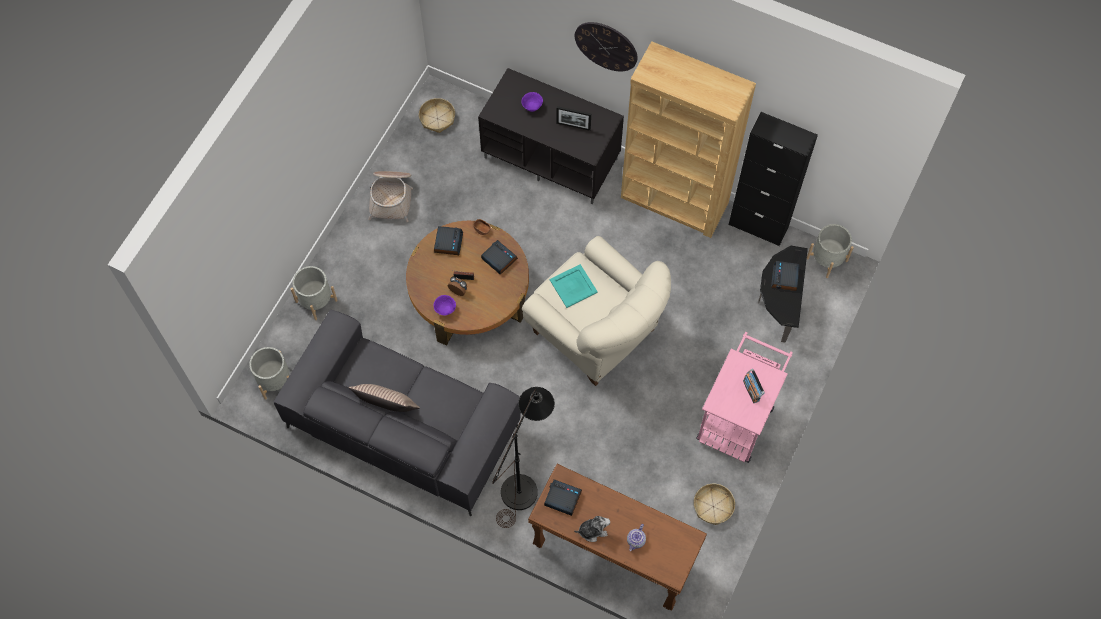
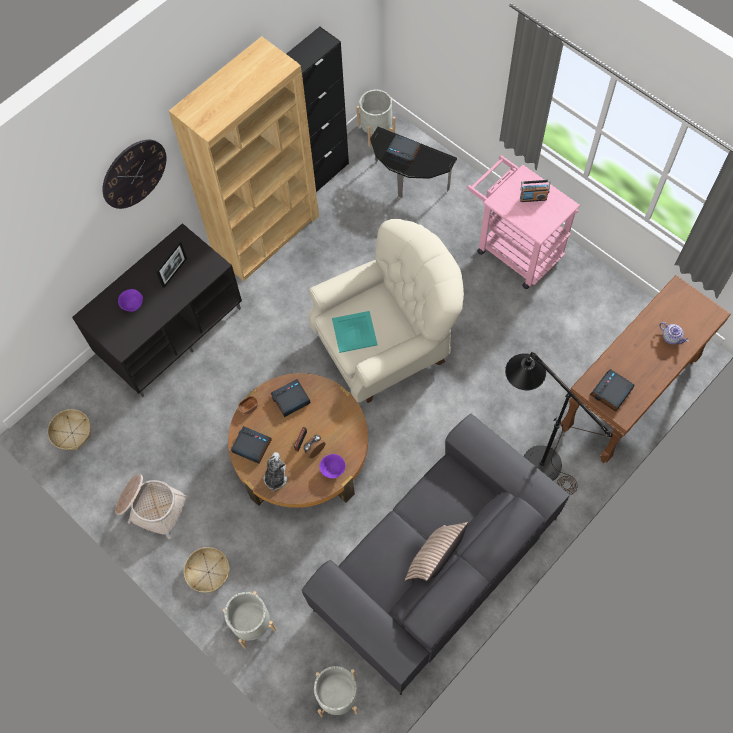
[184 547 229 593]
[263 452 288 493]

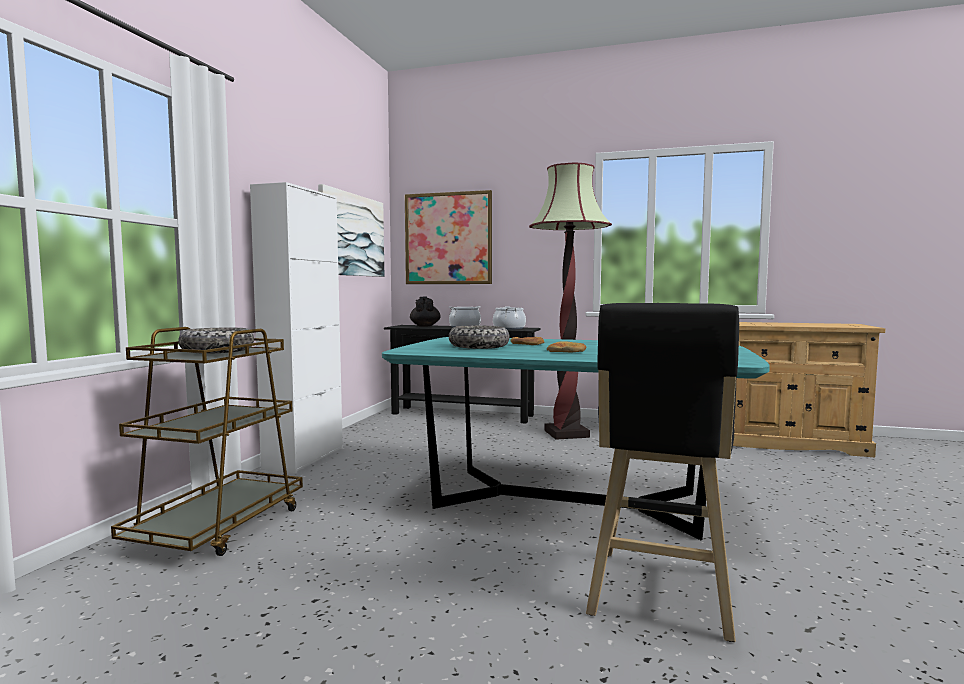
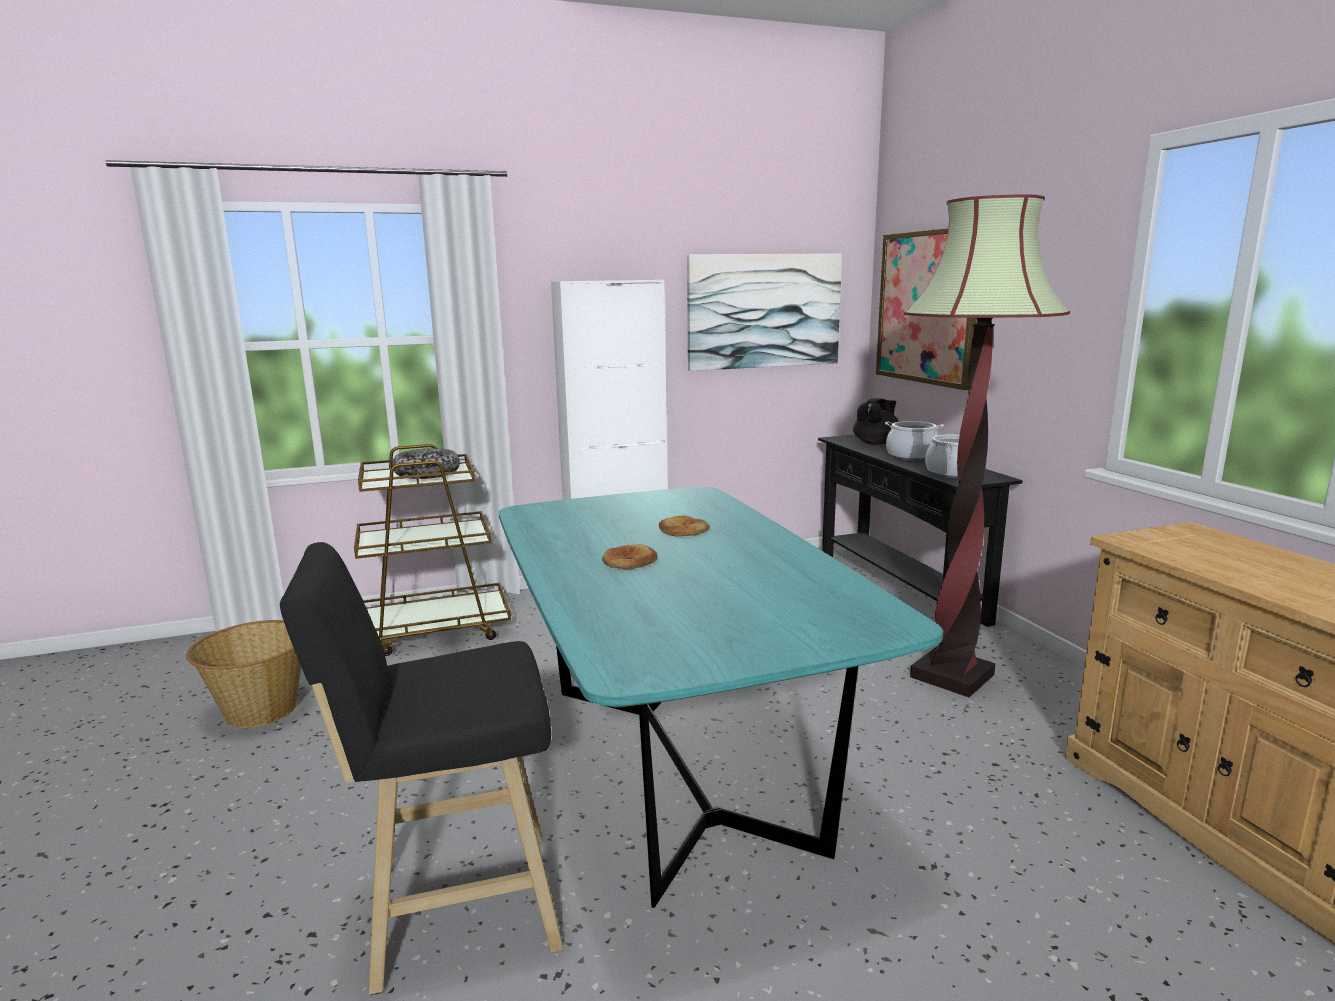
[449 325 510 349] (first image)
[186 620 301 728]

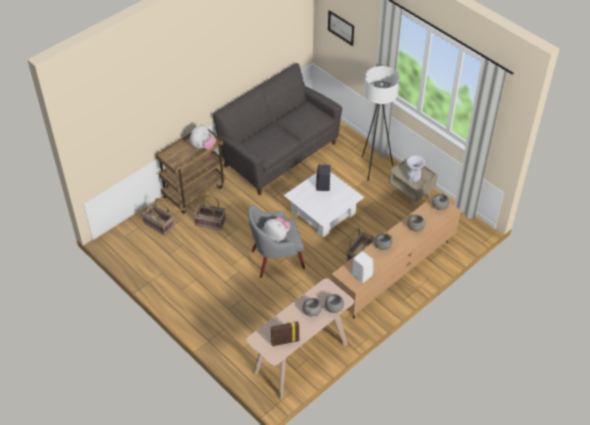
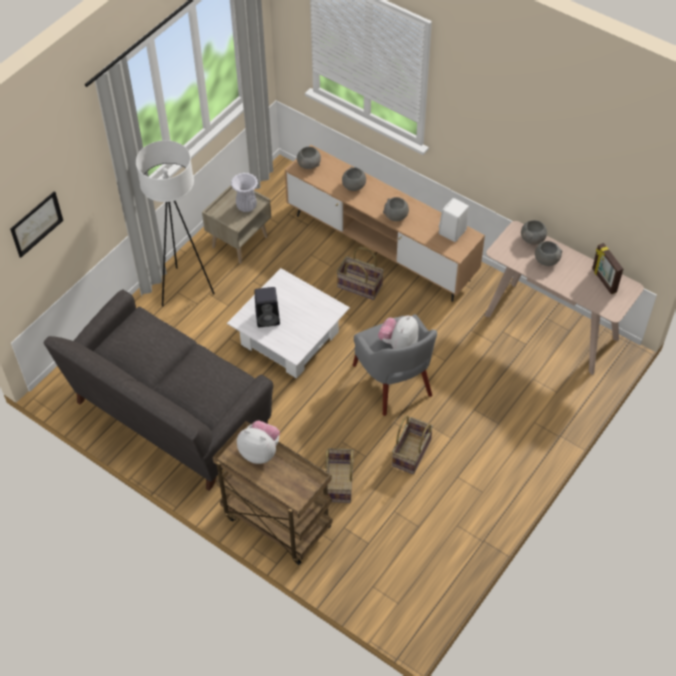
[392 415 433 474]

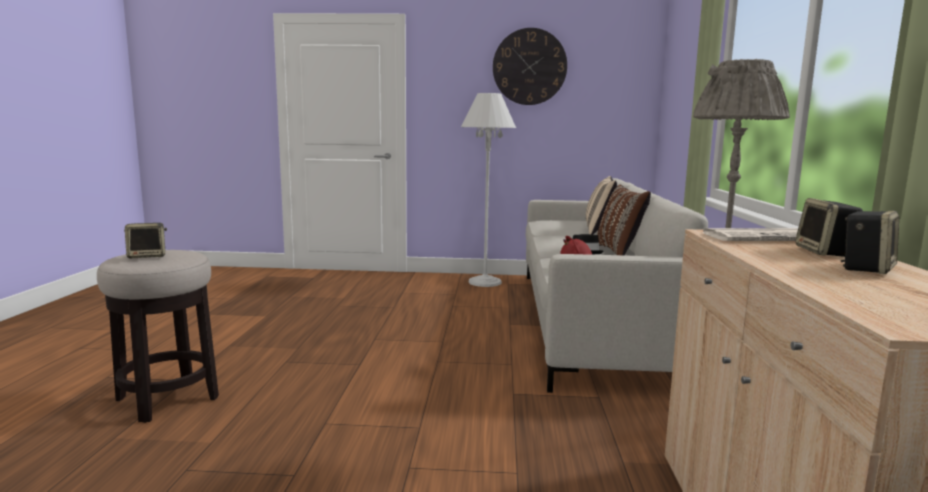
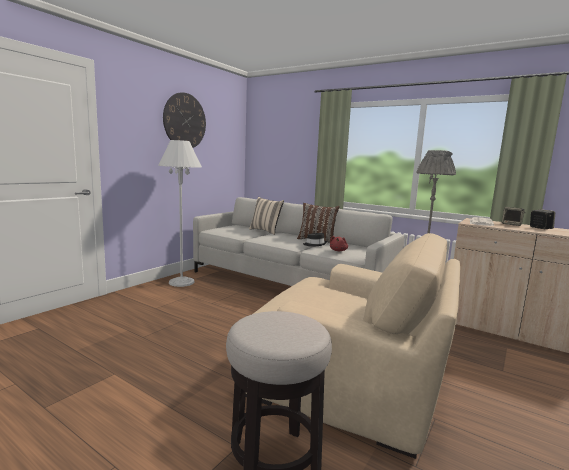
[124 223 167 258] (first image)
[246 233 460 459]

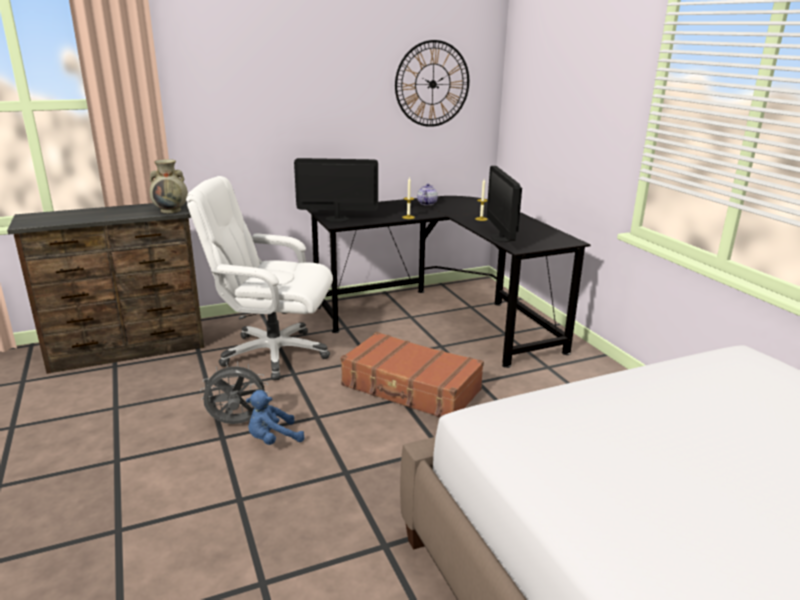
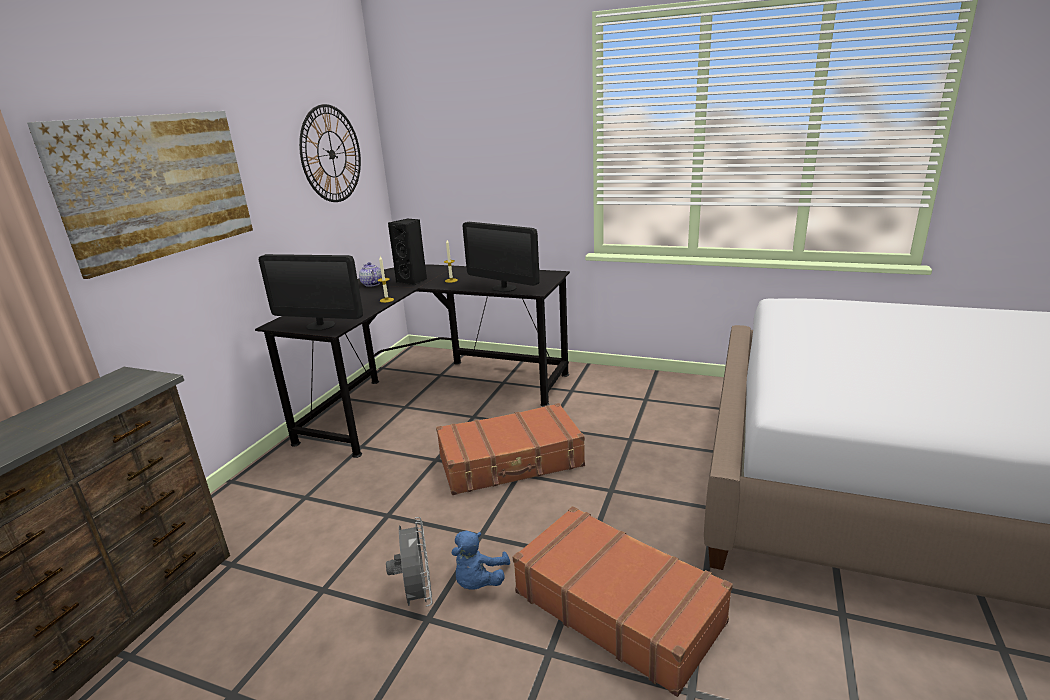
[259 254 363 331]
[149 159 188 213] (first image)
[186 176 333 380] (first image)
[386 517 433 607]
[27 111 253 279]
[388 219 427 285]
[513 506 733 697]

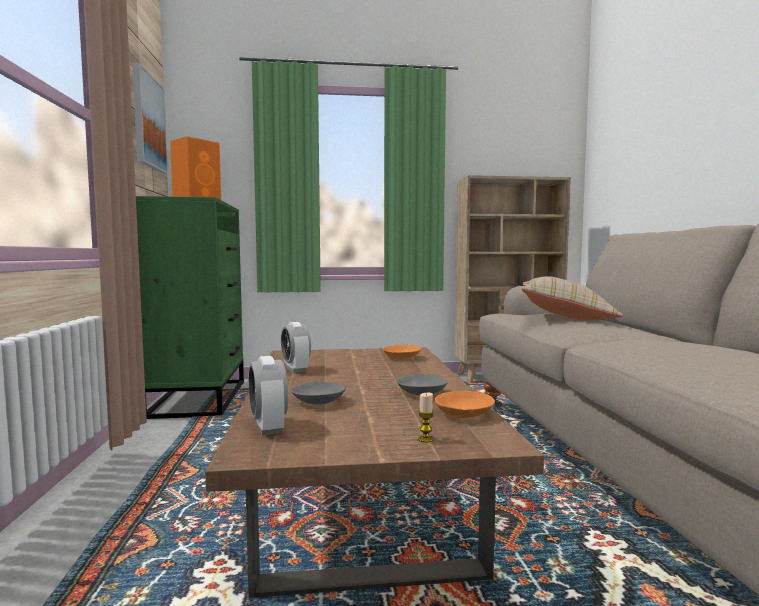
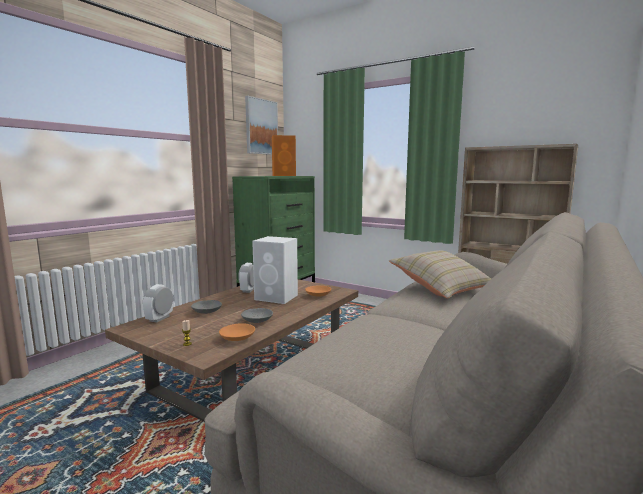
[252 236 298 304]

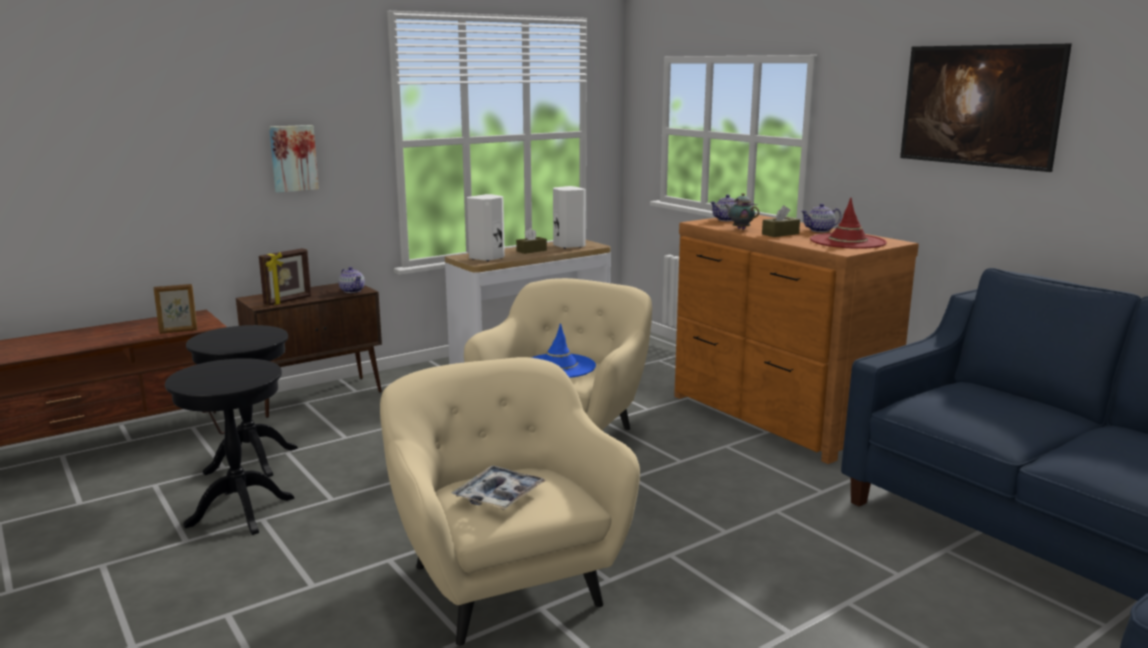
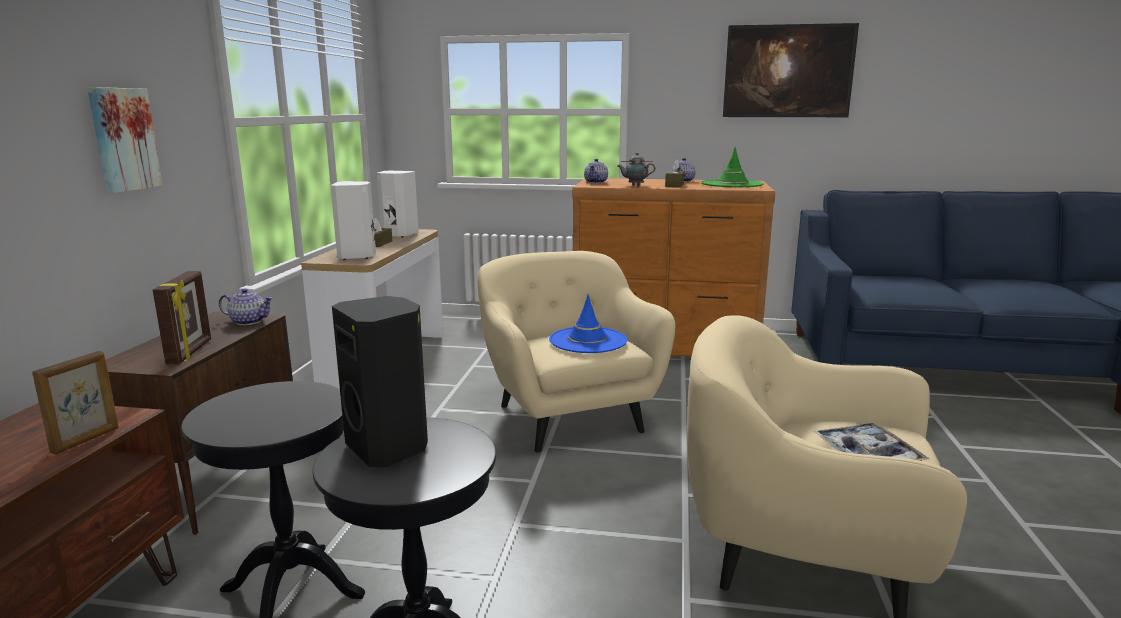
[701 146 764 187]
[332 296 428 468]

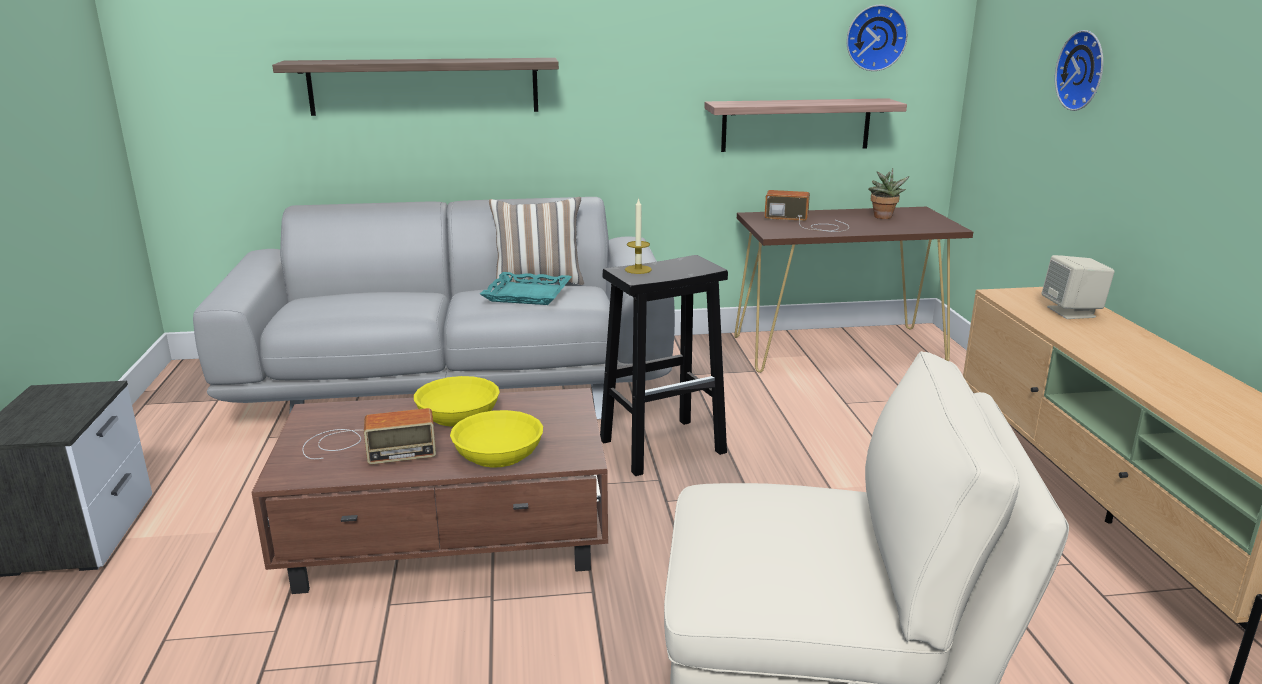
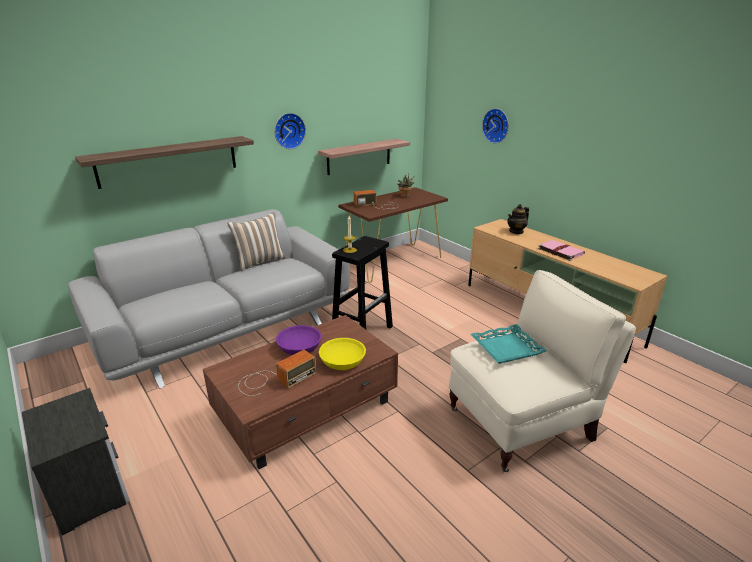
[274 113 306 149]
[507 204 529 234]
[471 324 547 364]
[276 325 321 355]
[538 240 585 261]

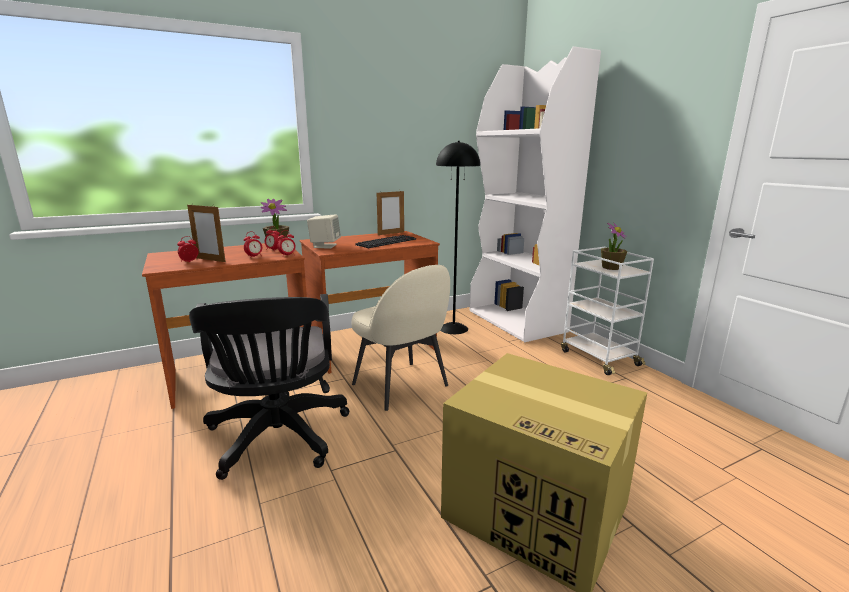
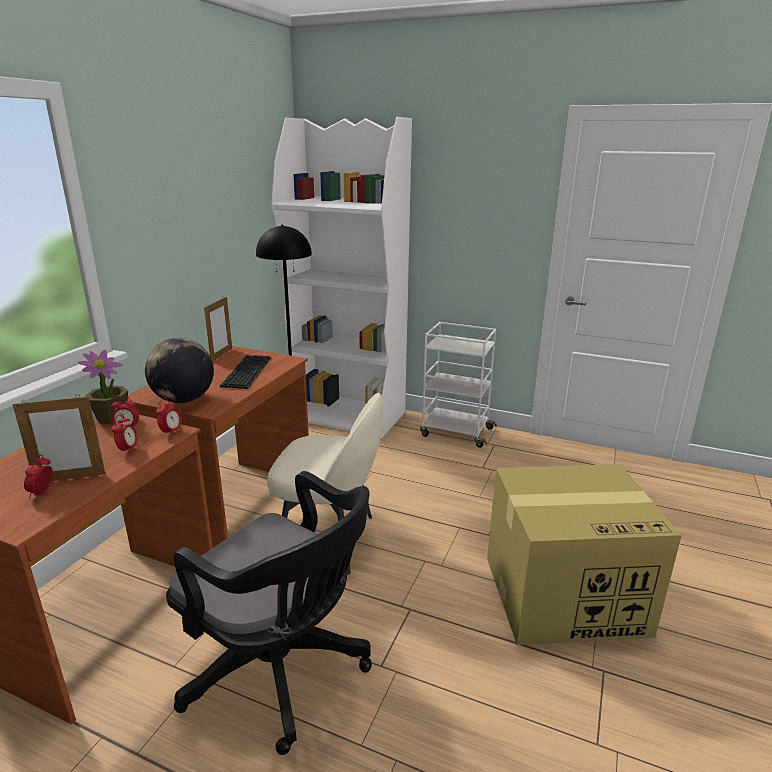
[145 338 214 403]
[601 223 627 270] (first image)

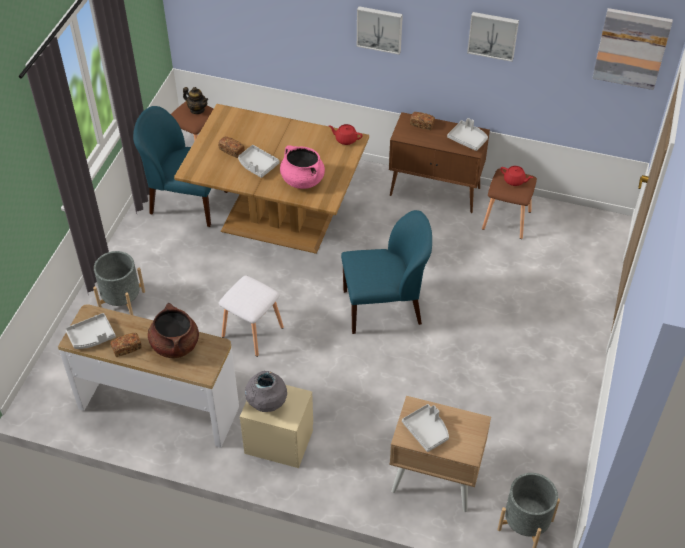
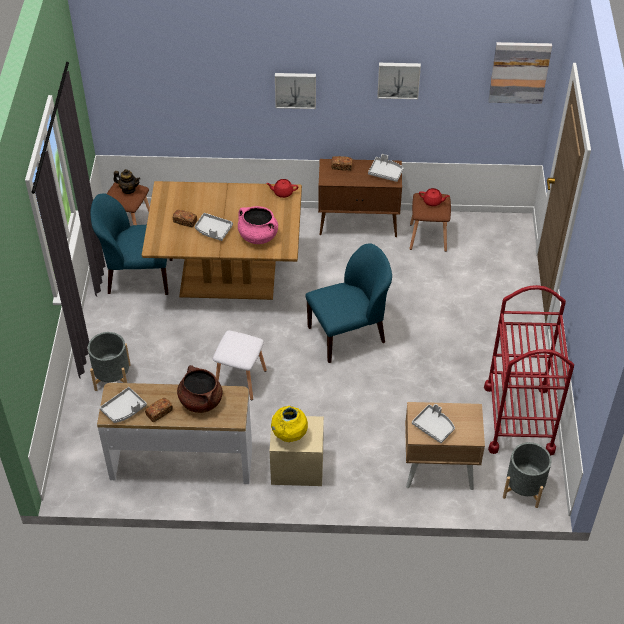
[271 406 308 442]
[484 285 574 455]

